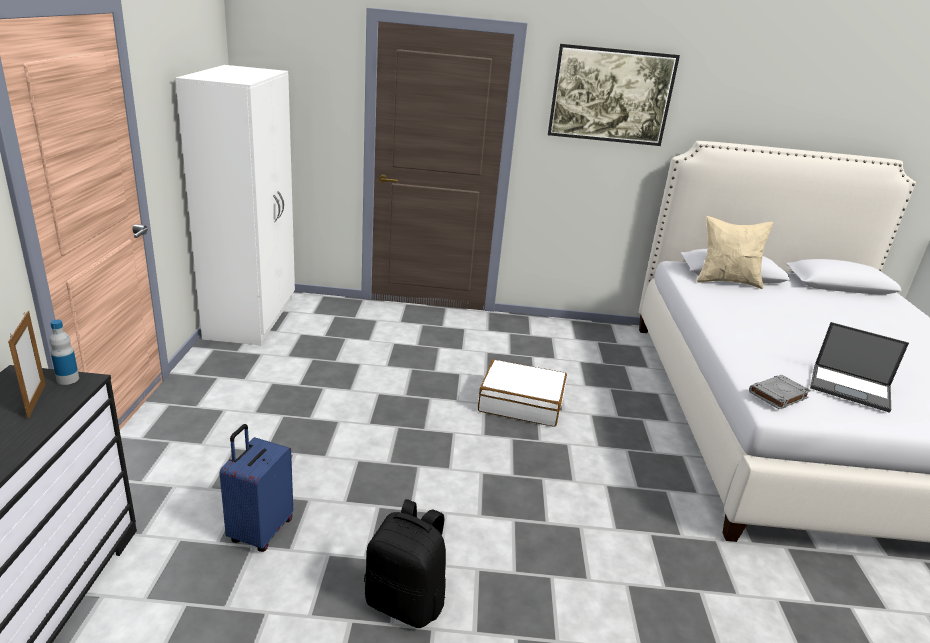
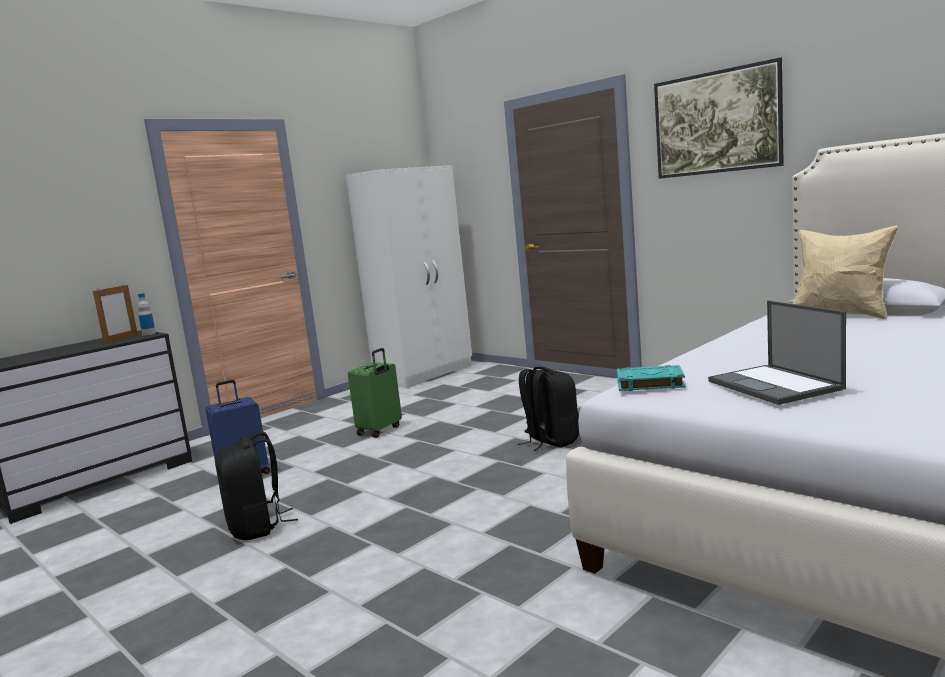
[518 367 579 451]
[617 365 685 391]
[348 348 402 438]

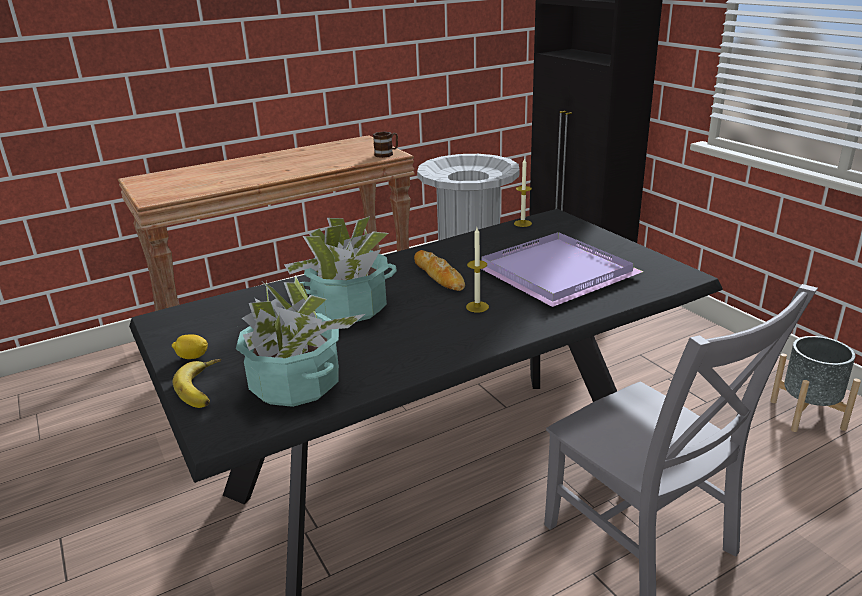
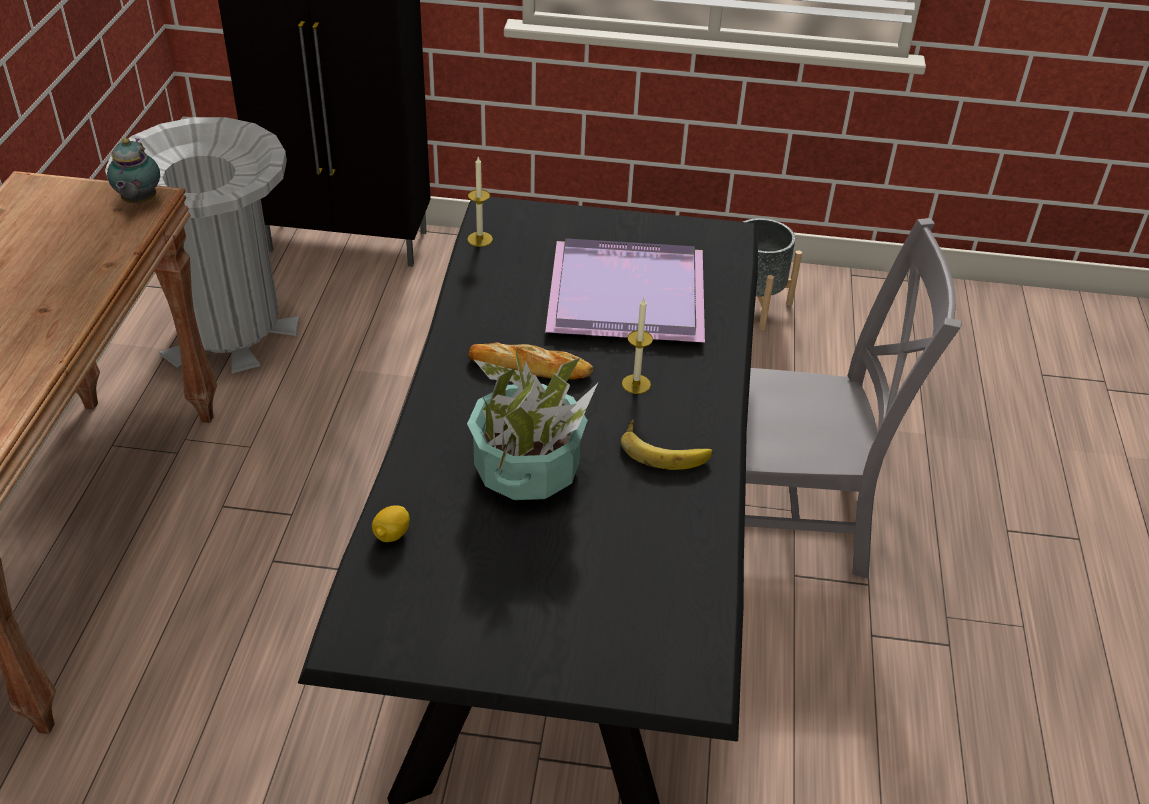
[107 138 160 204]
[236 275 365 407] (first image)
[372 505 410 542]
[621 419 713 470]

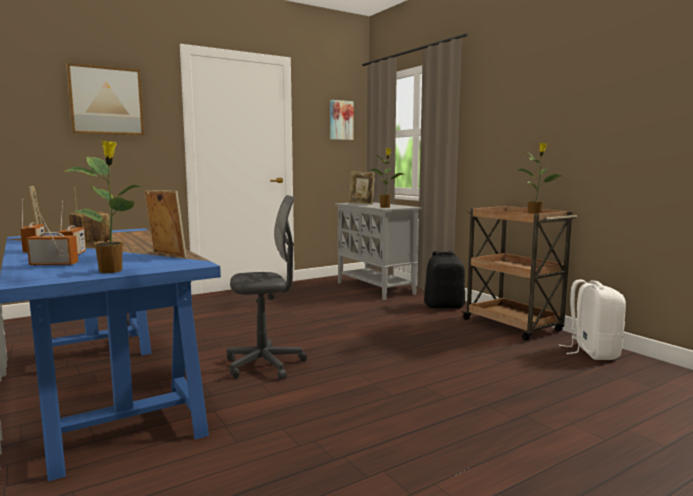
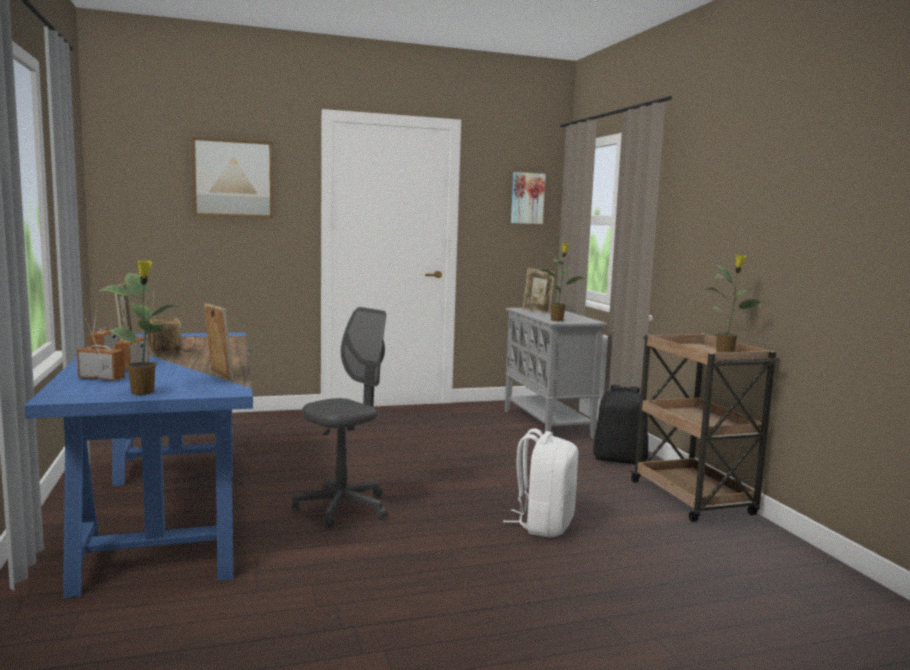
[292 307 387 528]
[503 428 578 537]

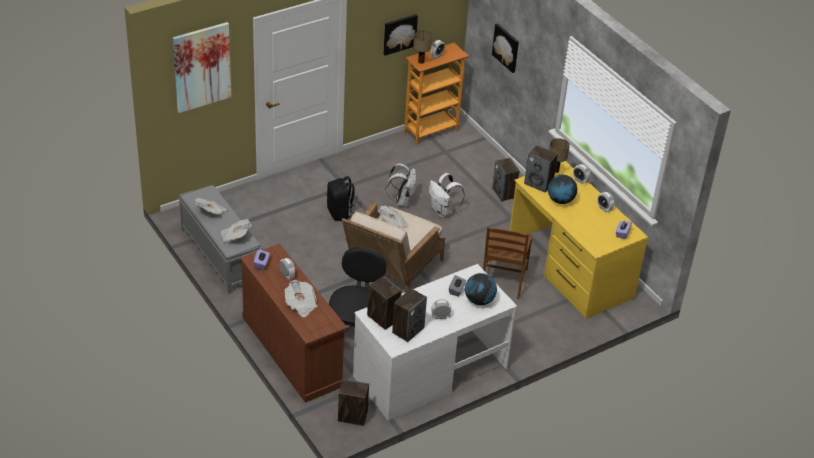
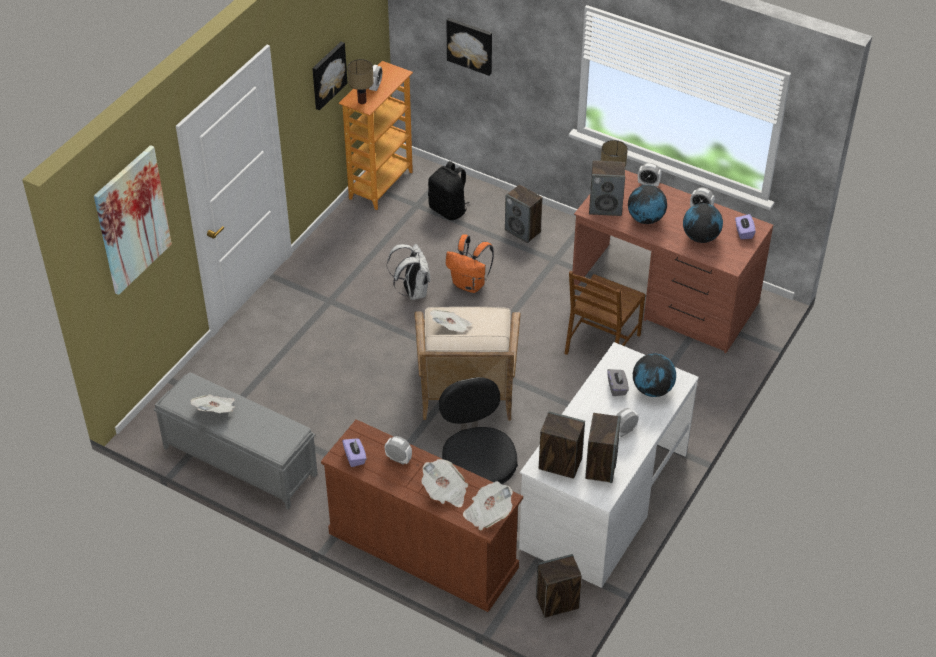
[572 170 774 353]
[446 235 494 293]
[428 161 470 220]
[463 481 513 530]
[564 271 645 355]
[683 203 723 243]

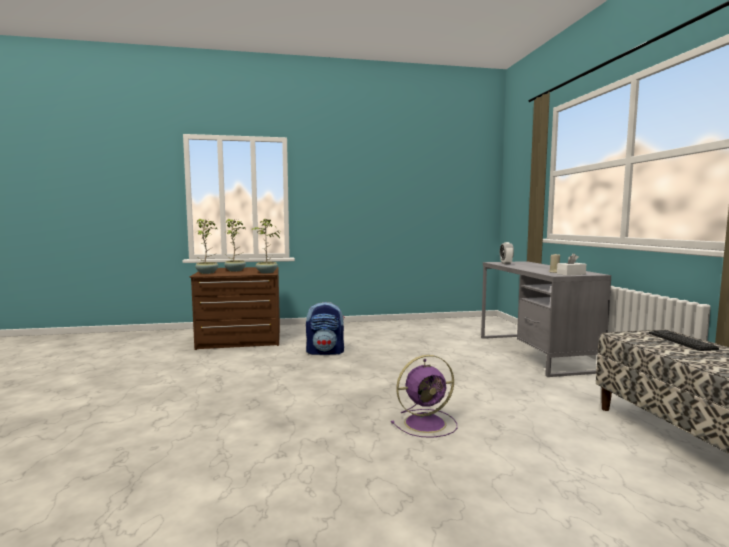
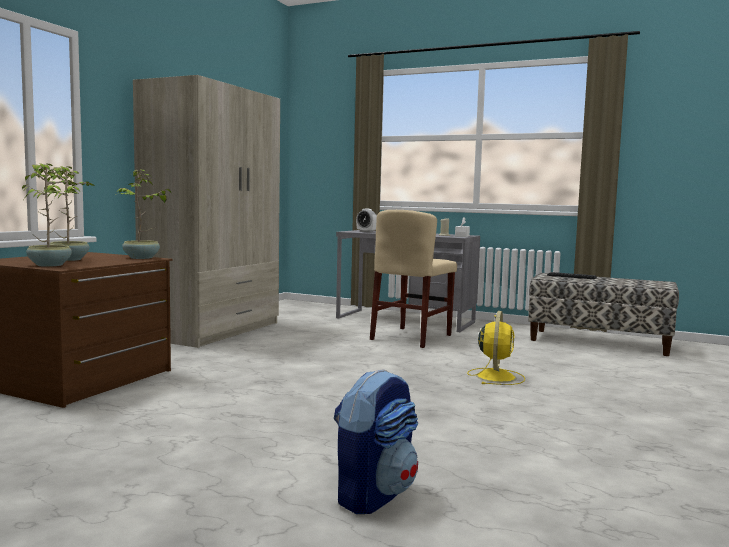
[334 369 418 514]
[467 311 525 385]
[133 75 280 348]
[370 210 457 348]

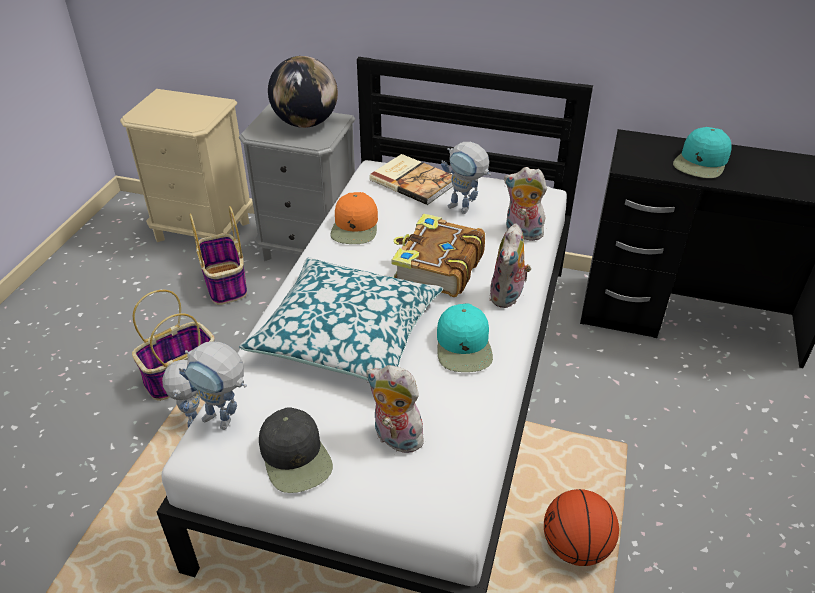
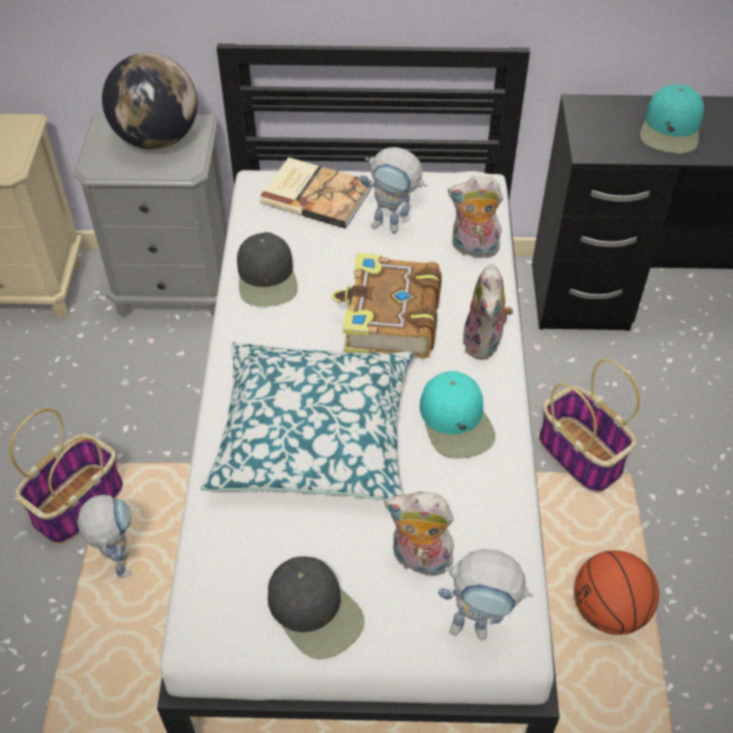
[237 232 298 307]
[539 359 640 493]
[438 549 533 640]

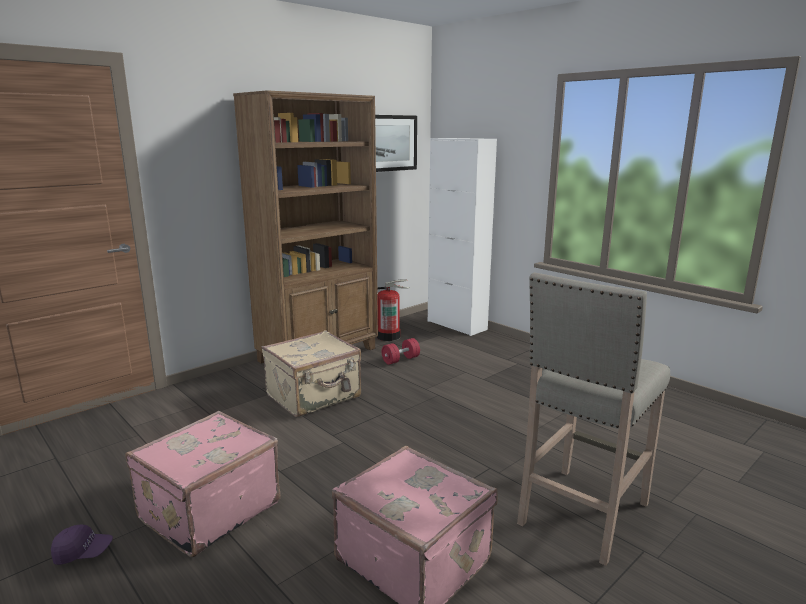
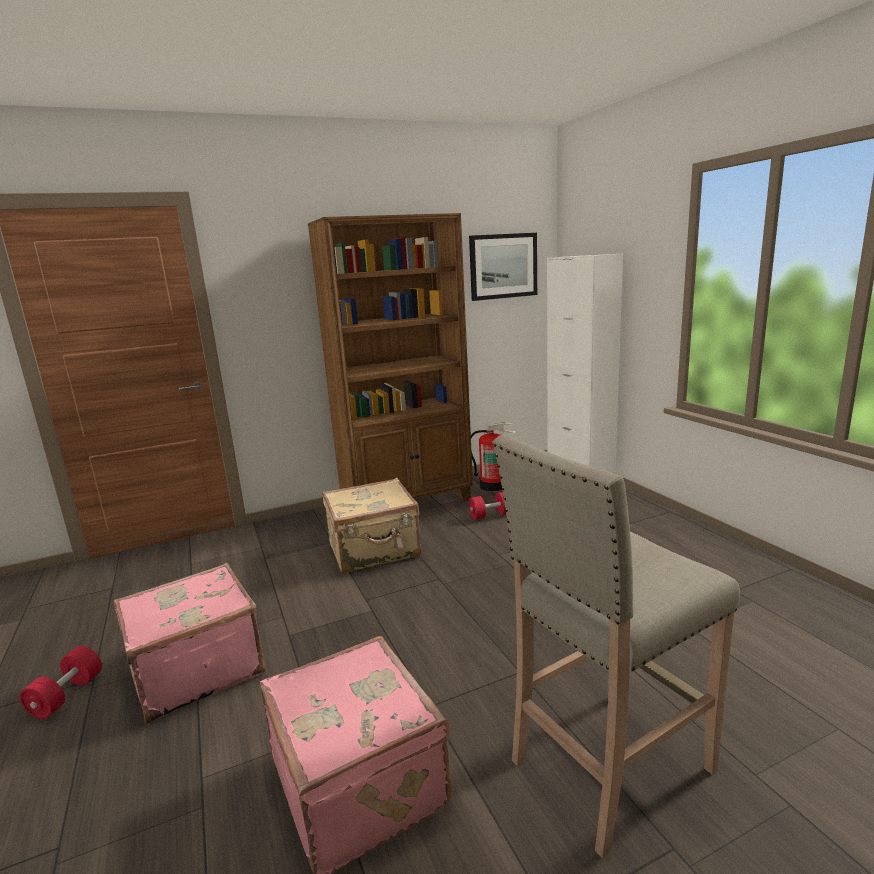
[19 646 102 719]

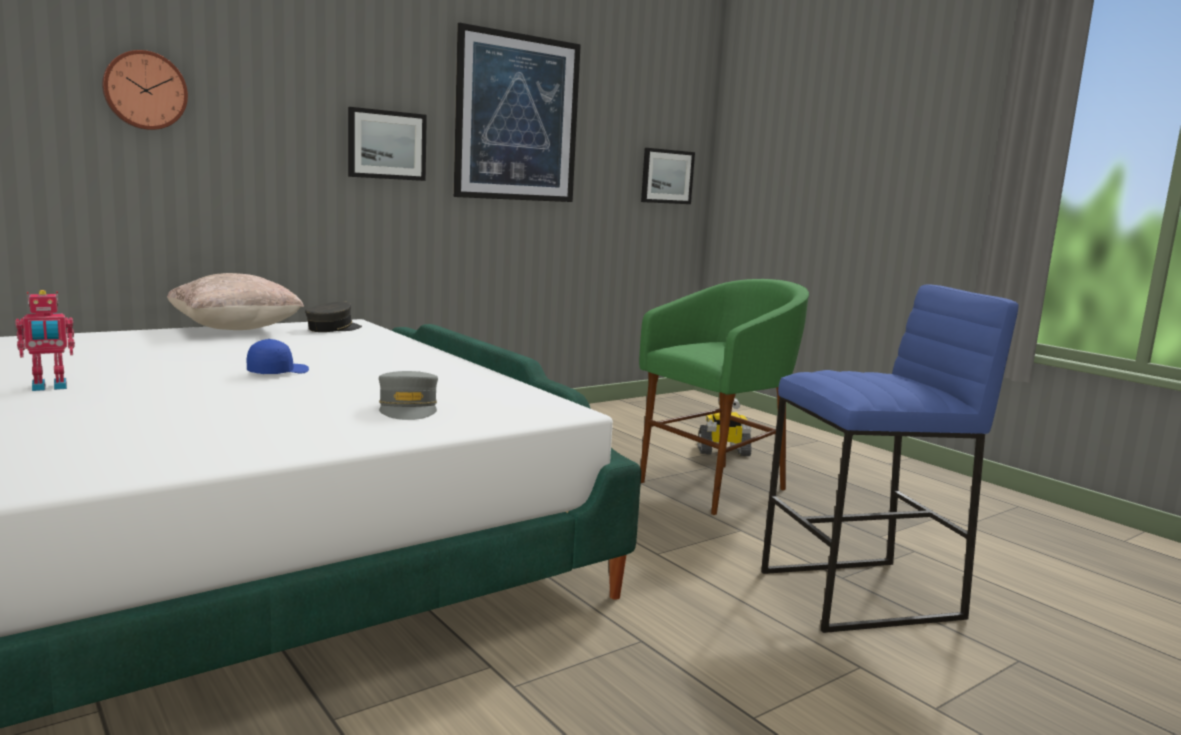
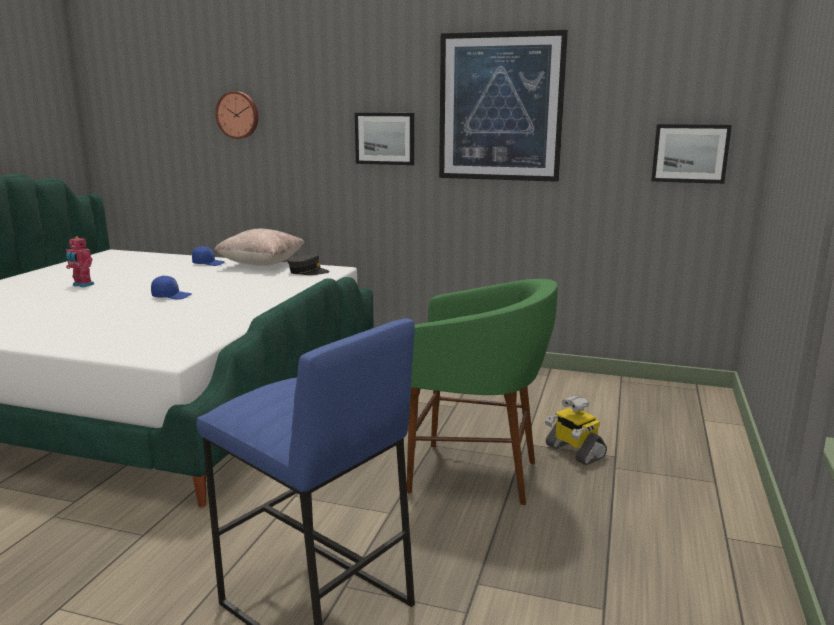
[379 371 438 420] (first image)
[192 246 225 266]

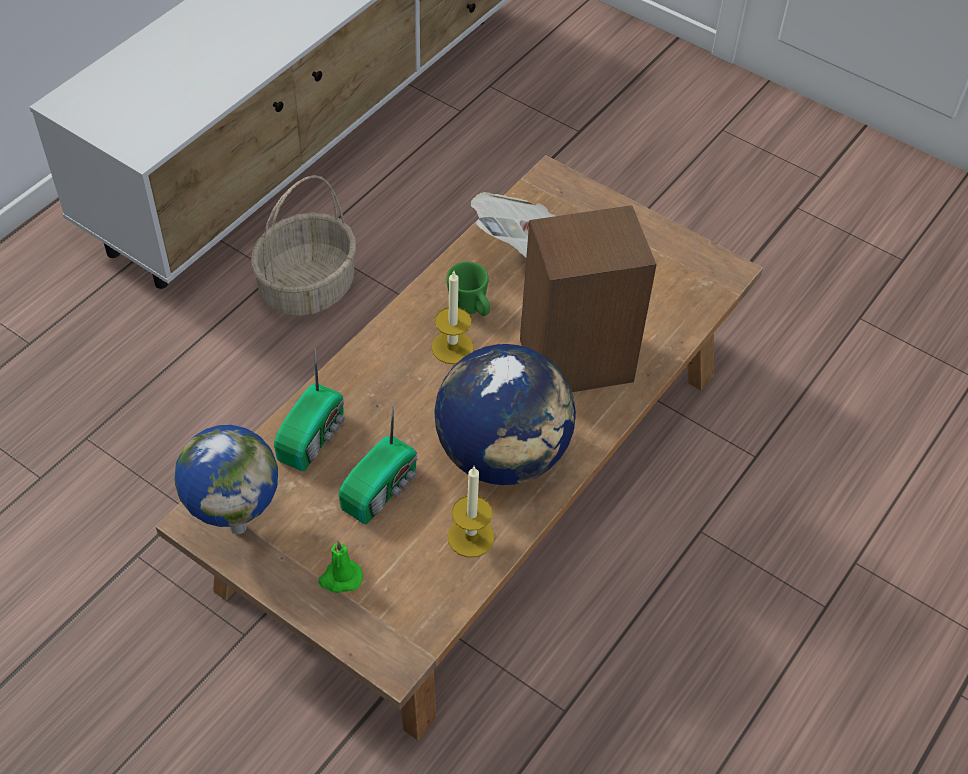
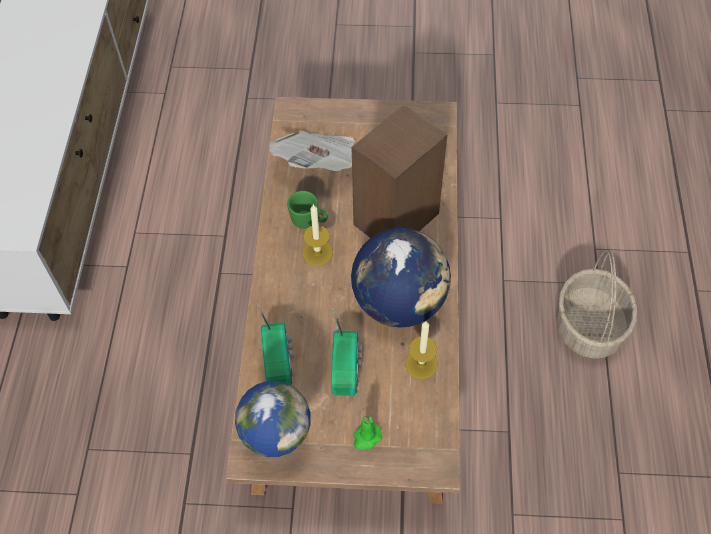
[556 250 637 359]

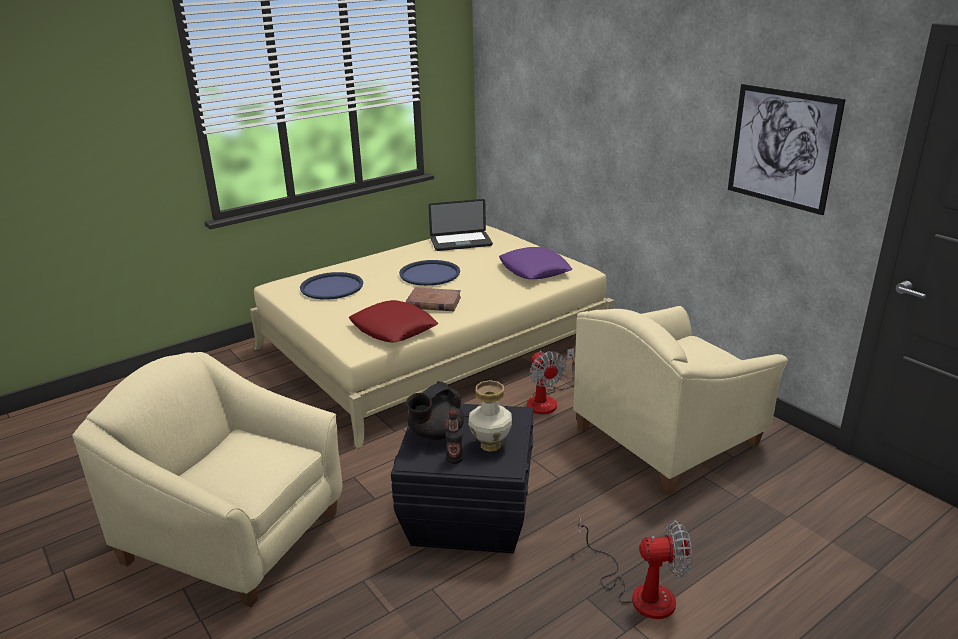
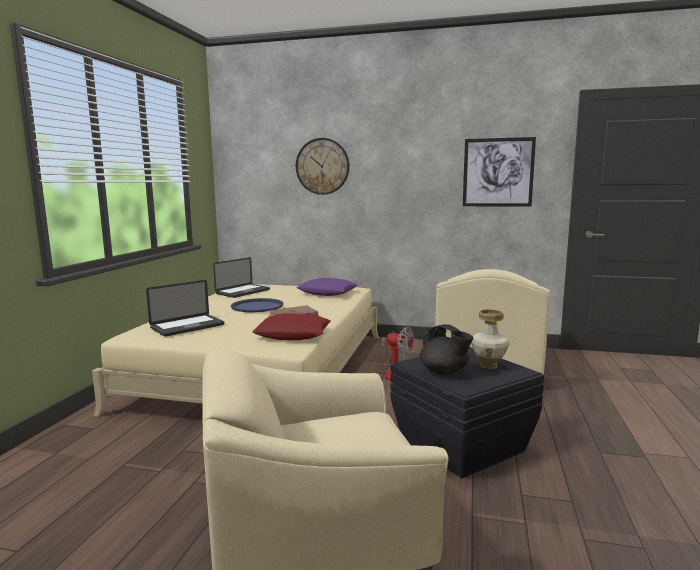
[146 280 225 337]
[420 324 473 375]
[445 410 463 464] (first image)
[579 515 692 619] (first image)
[296 138 349 195]

